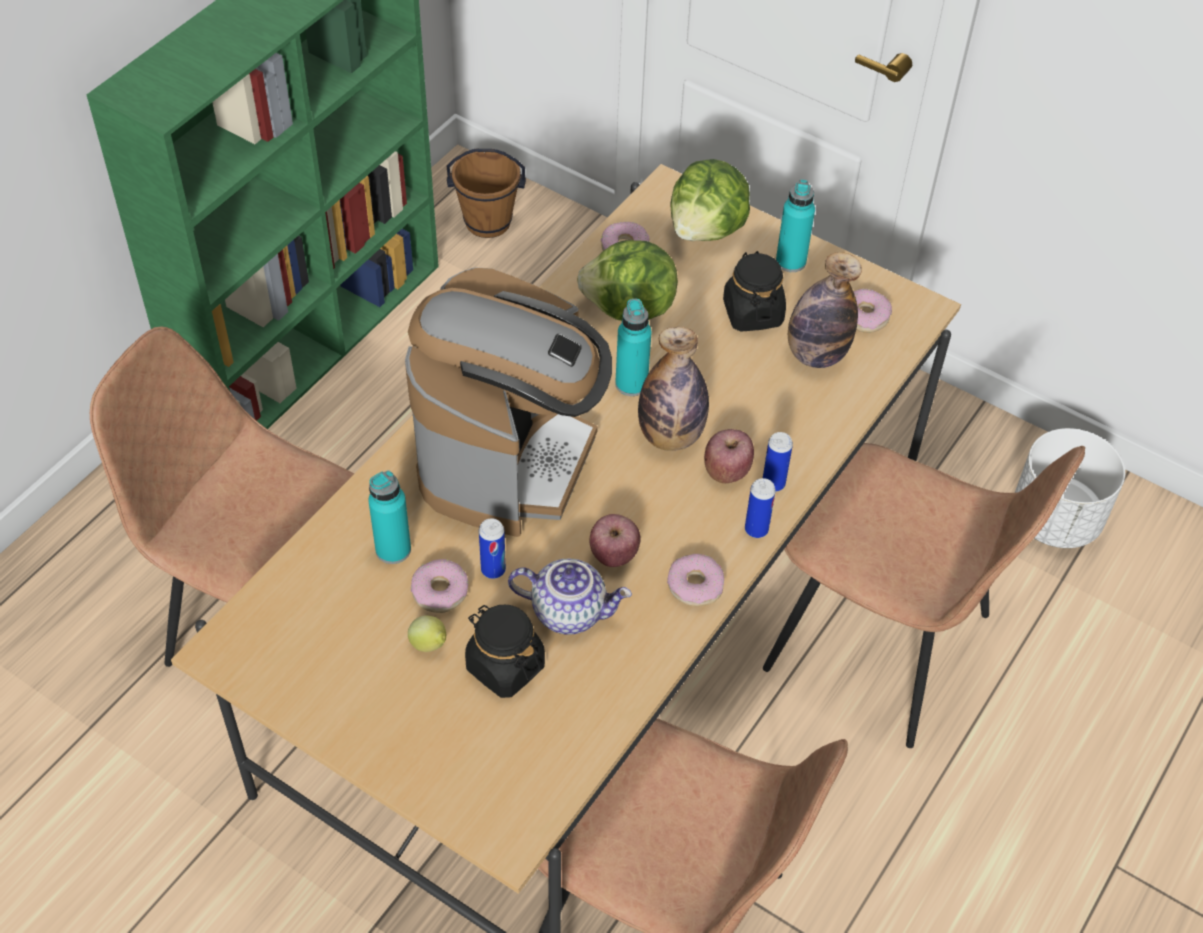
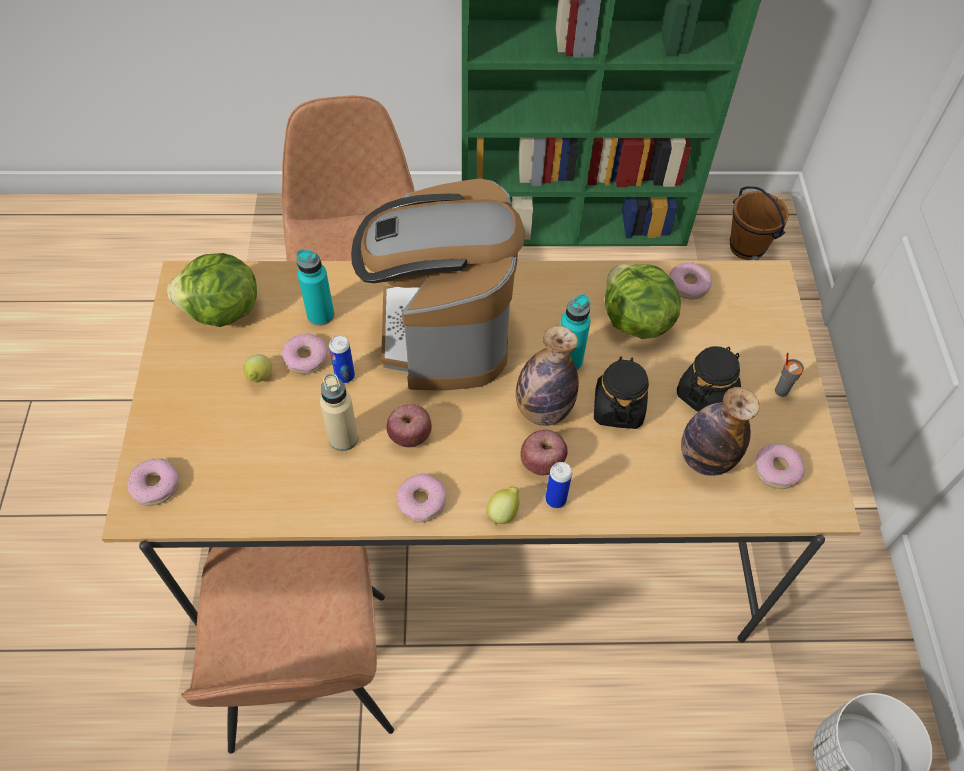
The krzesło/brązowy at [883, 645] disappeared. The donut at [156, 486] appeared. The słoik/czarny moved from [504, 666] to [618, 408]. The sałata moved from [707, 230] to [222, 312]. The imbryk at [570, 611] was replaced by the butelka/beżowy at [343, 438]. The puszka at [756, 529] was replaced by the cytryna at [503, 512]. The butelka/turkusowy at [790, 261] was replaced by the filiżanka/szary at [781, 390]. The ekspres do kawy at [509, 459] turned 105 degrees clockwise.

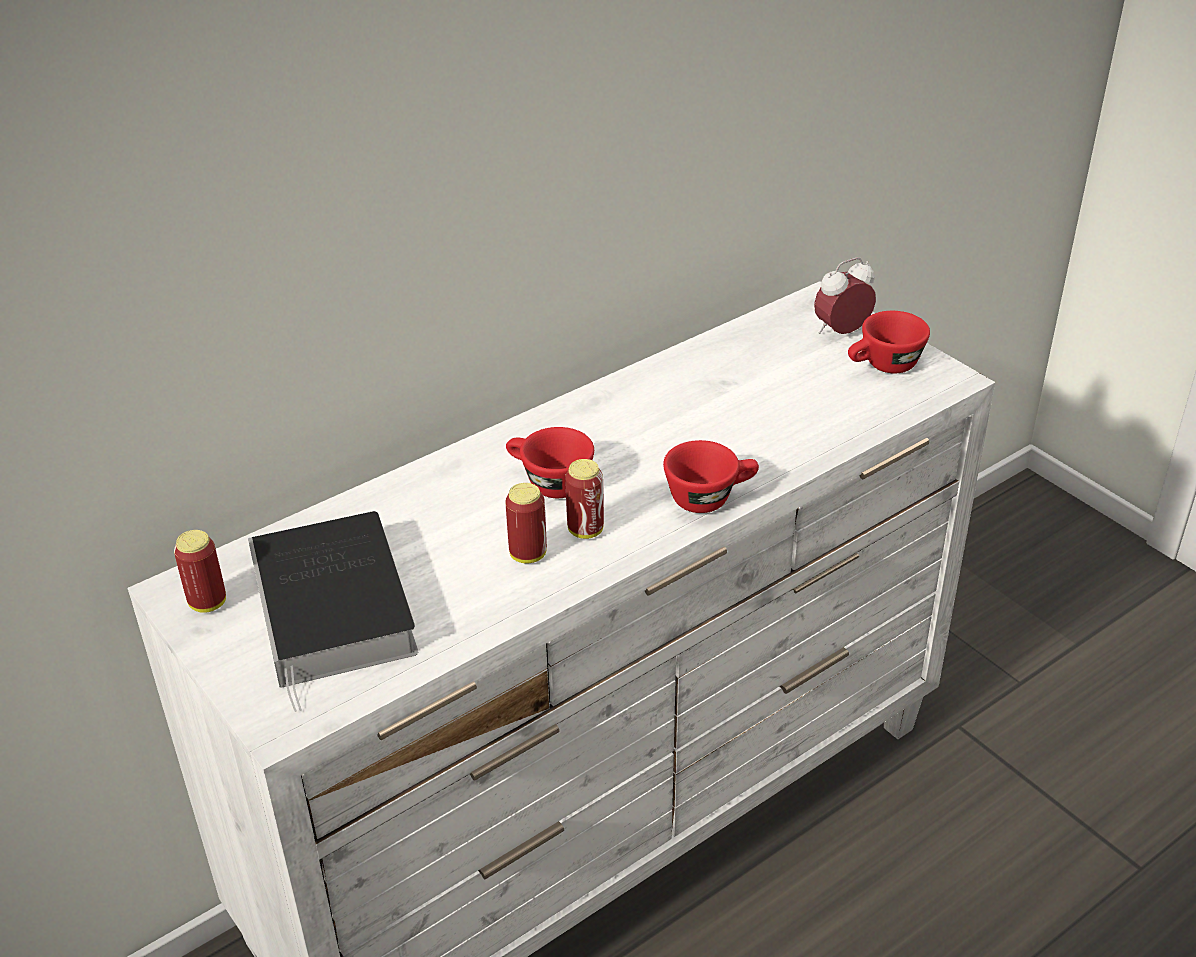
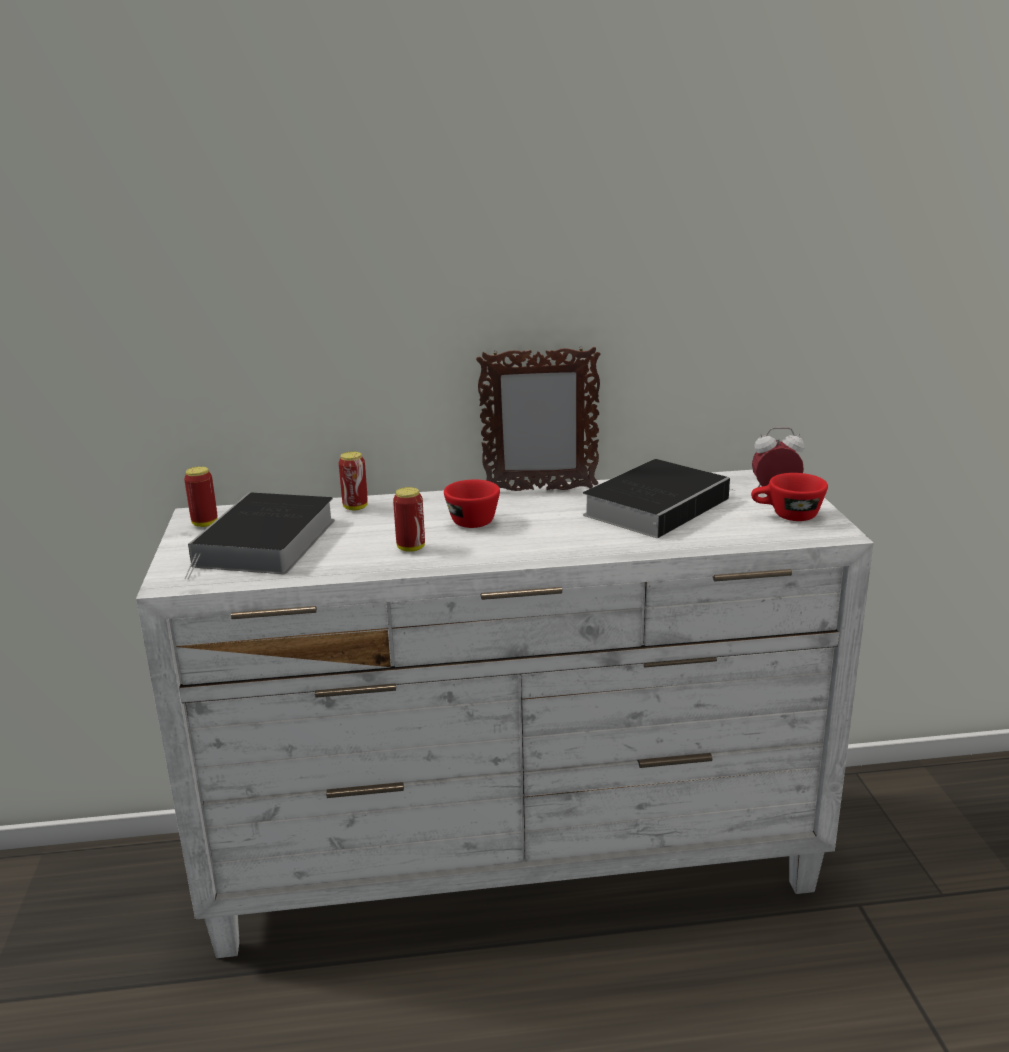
The filiżanka/czerwony at [710, 497] disappeared. The ramka na zdjęcie at [539, 490] appeared. The książka at [657, 505] appeared. The puszka moved from [585, 530] to [355, 507].

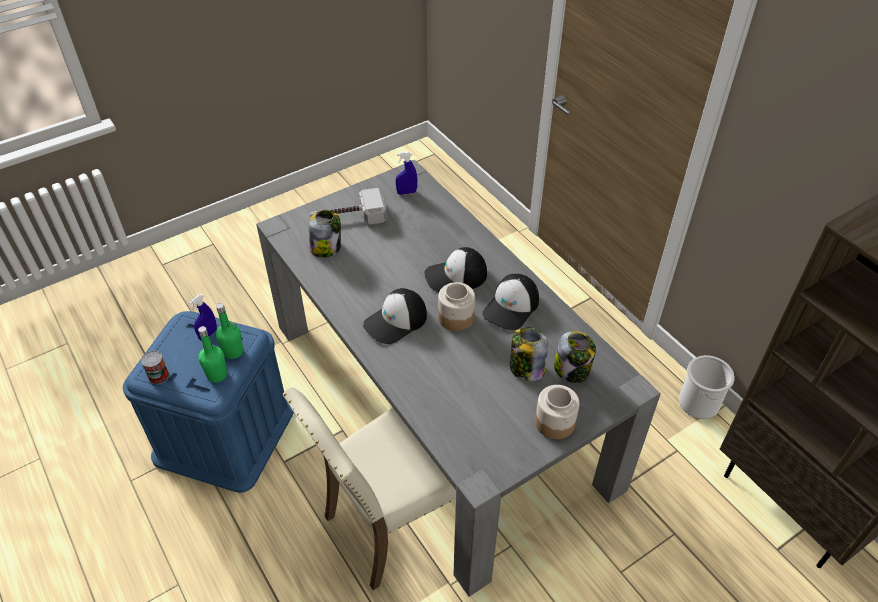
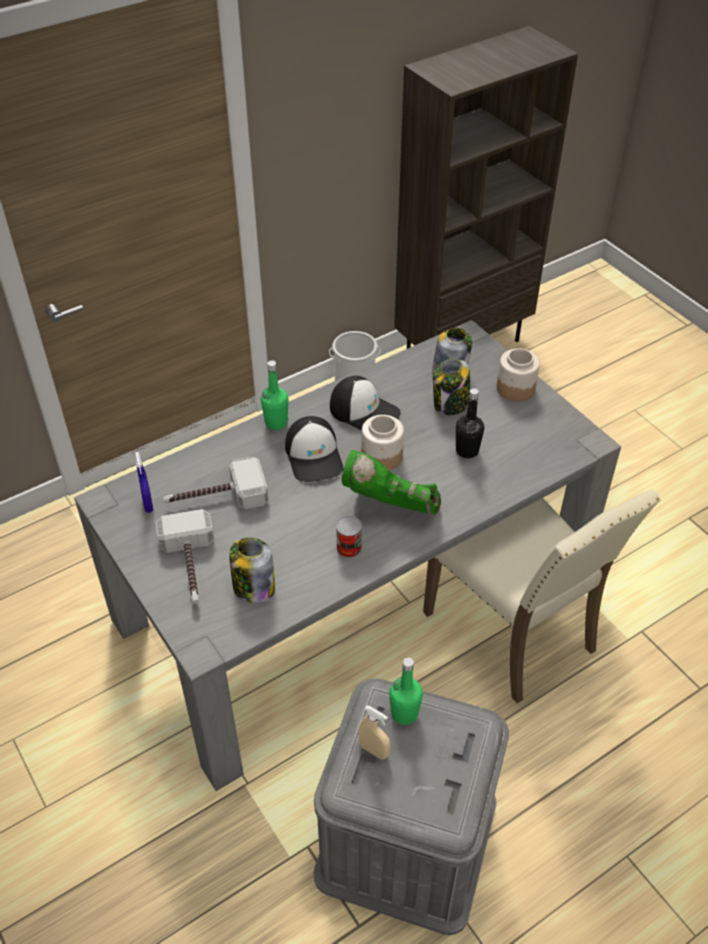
The młotek at [215, 498] appeared. The butelka/czarny at [467, 450] appeared. The puszka moved from [158, 376] to [349, 548]. The butelka/zielony moved from [217, 375] to [276, 422]. The czapka z daszkiem at [396, 321] was replaced by the but z cholewką/zielony at [388, 509]. The pojemnik do przechowywania/niebieski at [224, 433] became the pojemnik do przechowywania/szary at [406, 838]. The spryskiwacz/niebieski at [208, 334] became the spryskiwacz/beżowy at [374, 750].

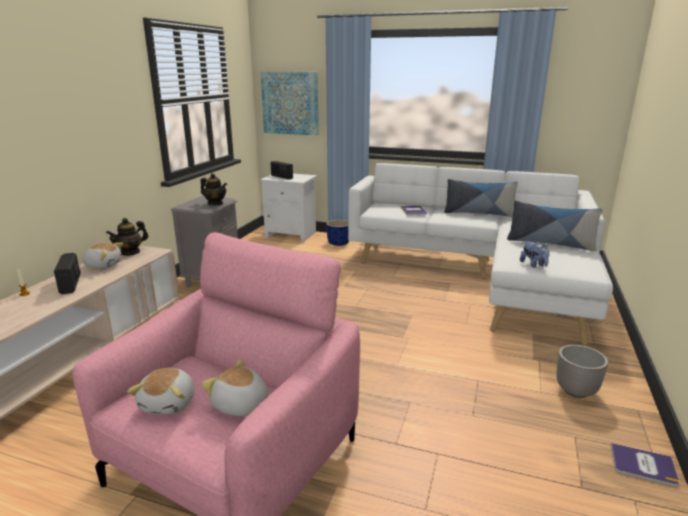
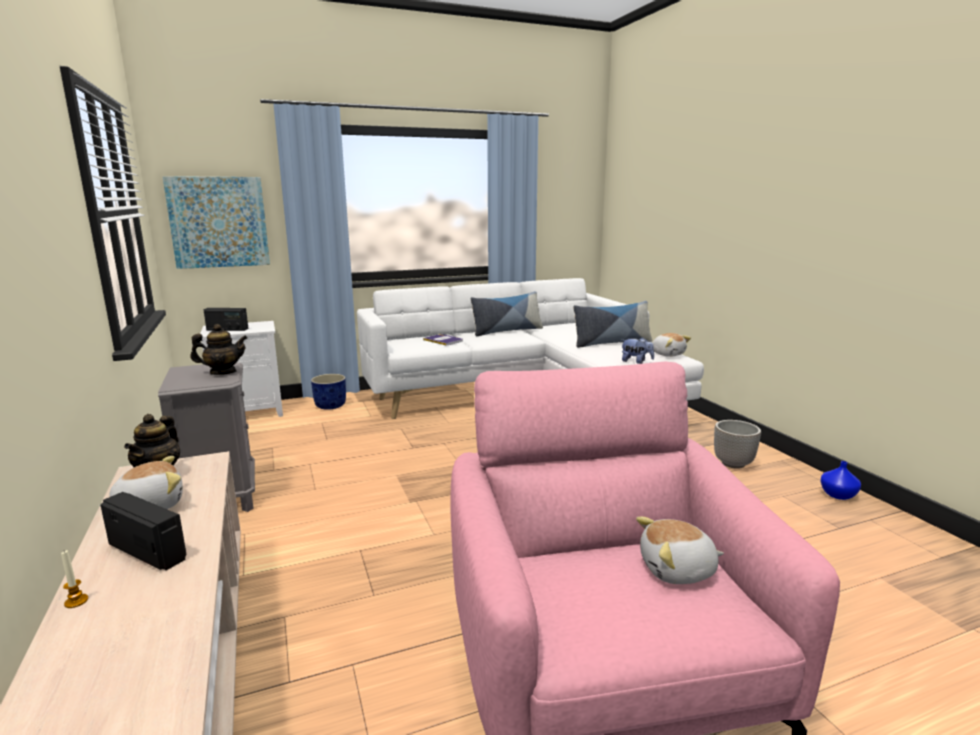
The pluszak moved from [169, 403] to [668, 354]. The książka at [643, 465] was replaced by the wazon/niebieski at [839, 495].

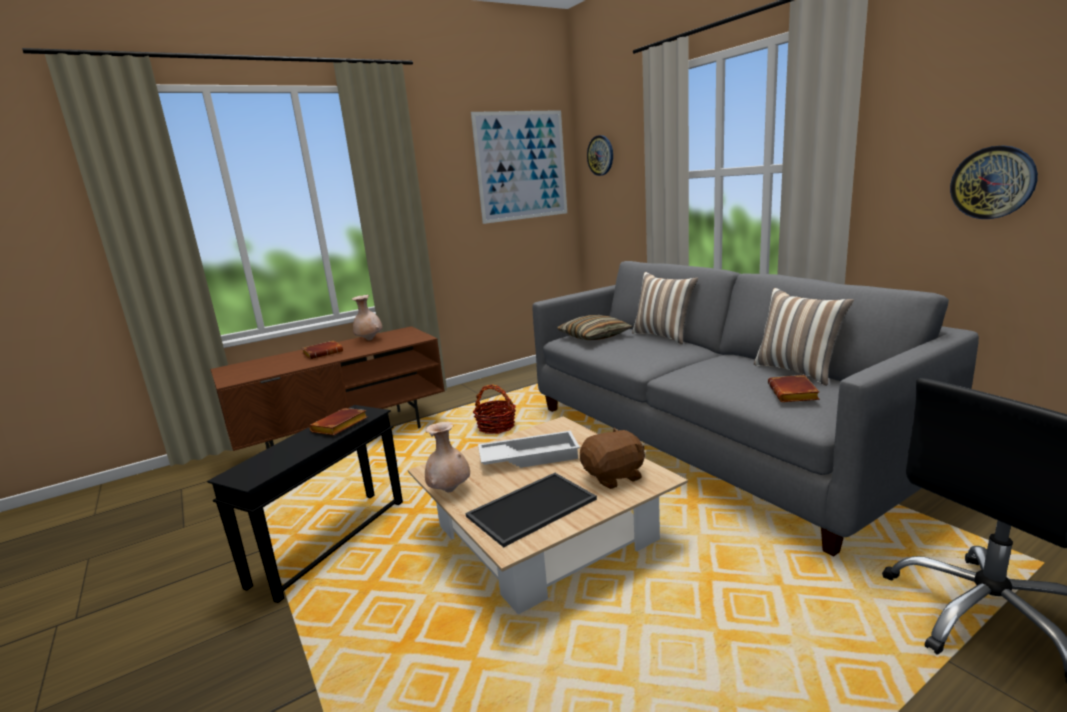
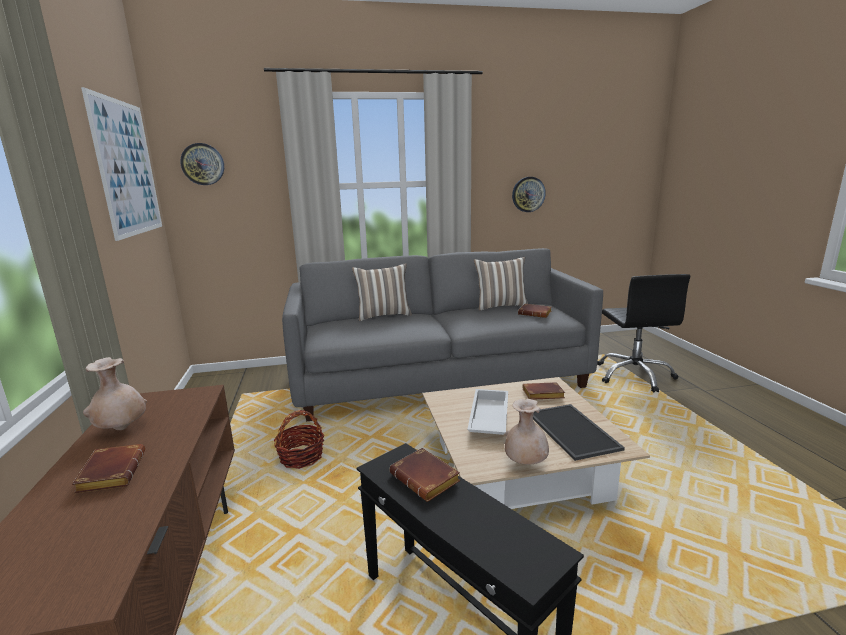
The poduszka at [594, 336] disappeared. The pluszak/brązowy at [614, 476] was replaced by the książka/brązowy at [542, 395].

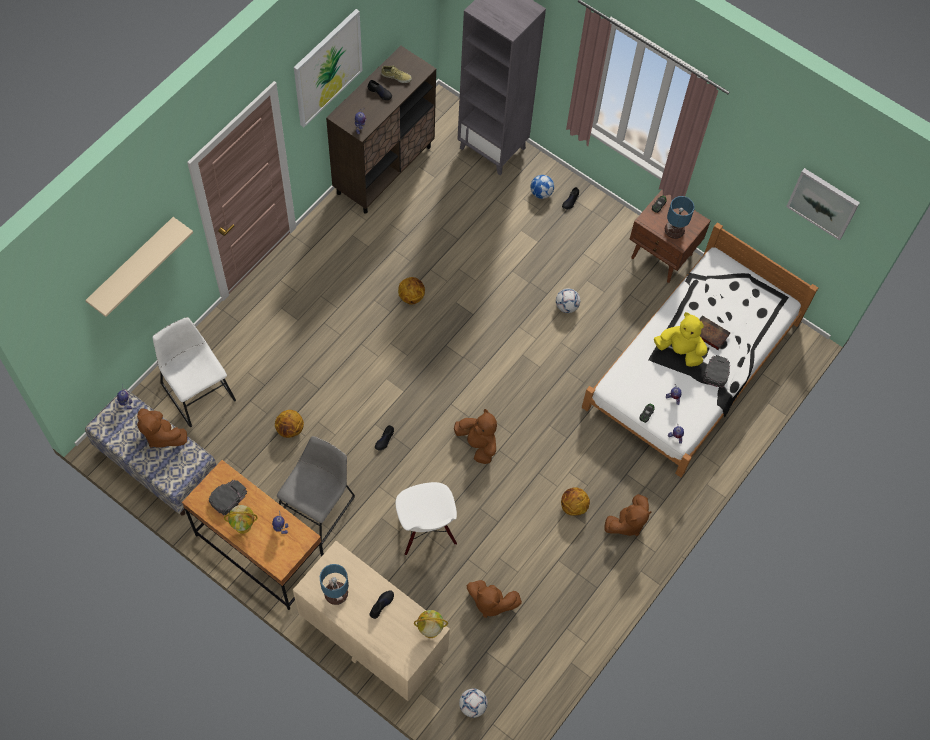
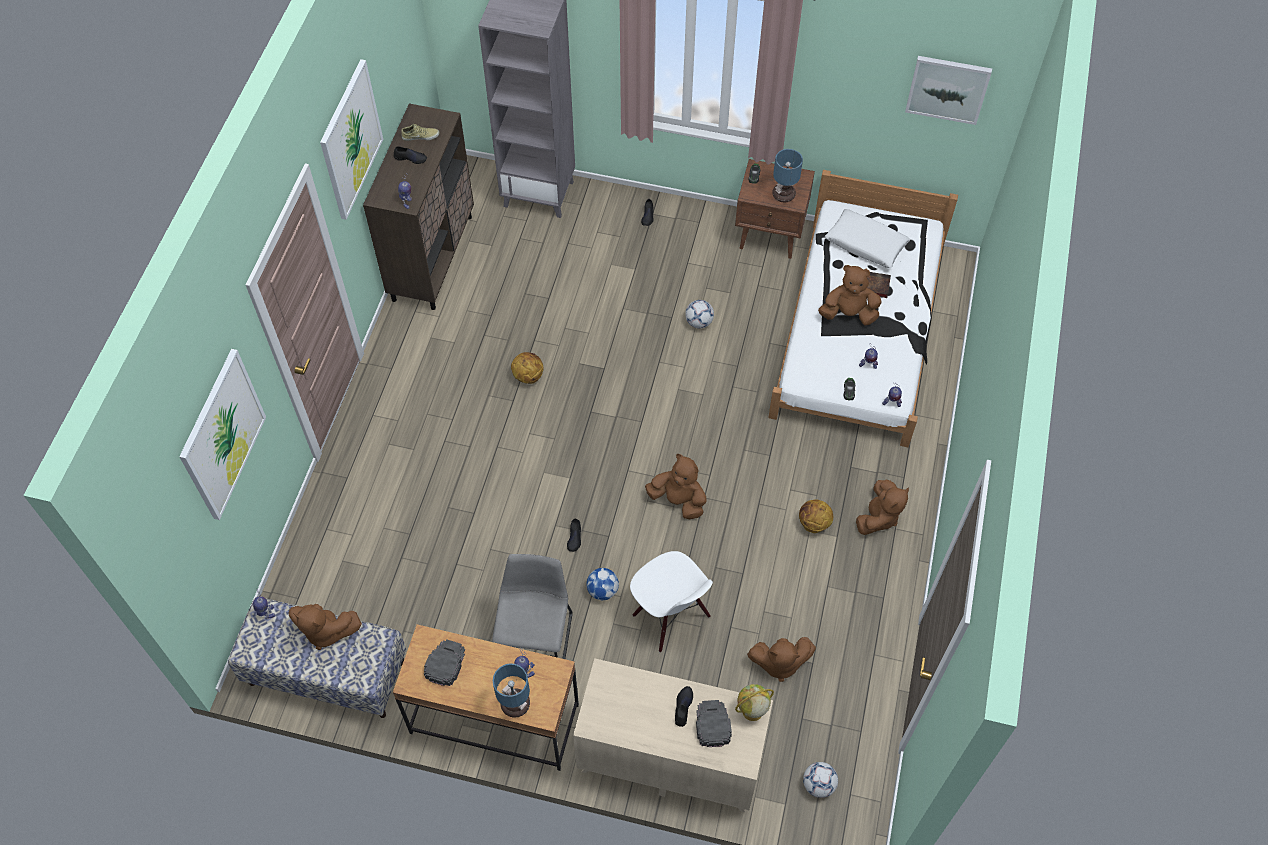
The krzesło/biały at [196, 389] disappeared. The globus at [243, 525] disappeared. The piłka do koszykówki at [290, 429] disappeared. The poduszka/biały at [865, 244] appeared. The lampa stołowa moved from [335, 593] to [514, 704]. The piłka futbolowa moved from [541, 193] to [602, 590]. The czapka z daszkiem/czarny moved from [716, 371] to [712, 724]. The półka/beżowy at [132, 265] was replaced by the obraz at [222, 435]. The pluszak/żółty at [680, 350] became the pluszak/brązowy at [848, 314].

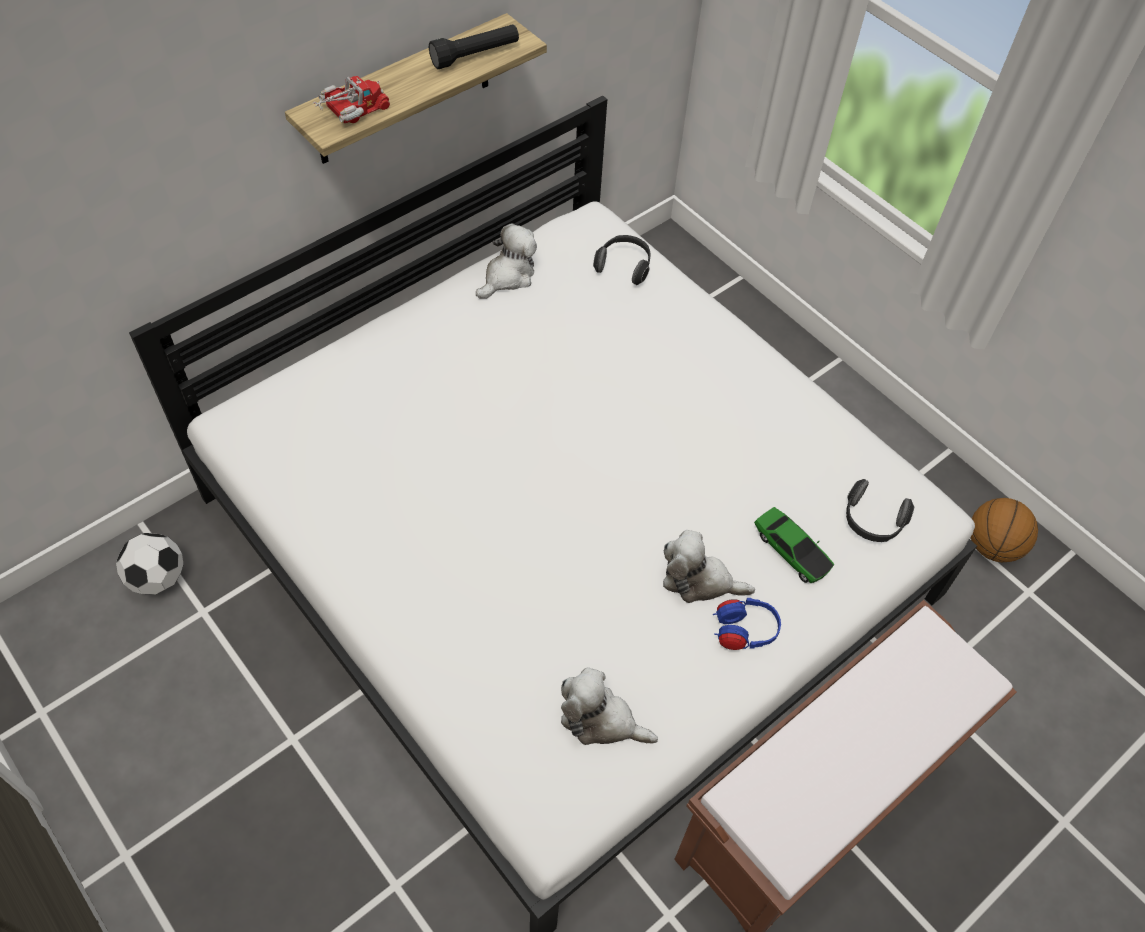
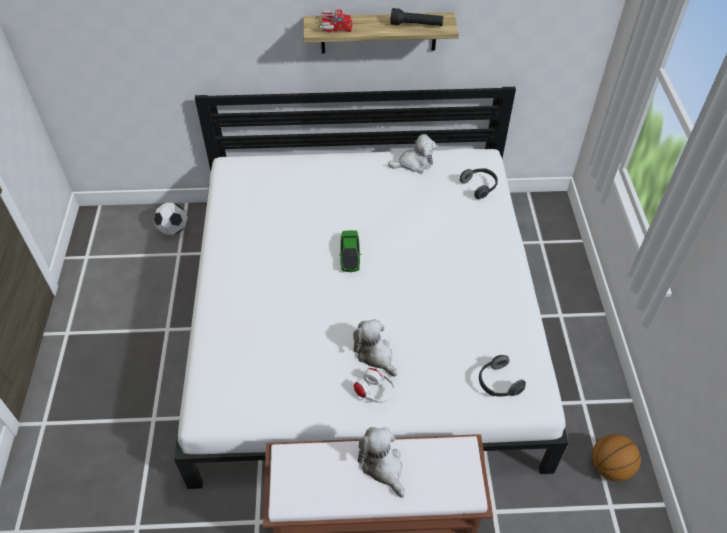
The pluszak moved from [601, 720] to [383, 466]. The samochodzik moved from [791, 551] to [350, 255]. The słuchawki/niebieski at [743, 632] became the słuchawki/biały at [374, 392].

